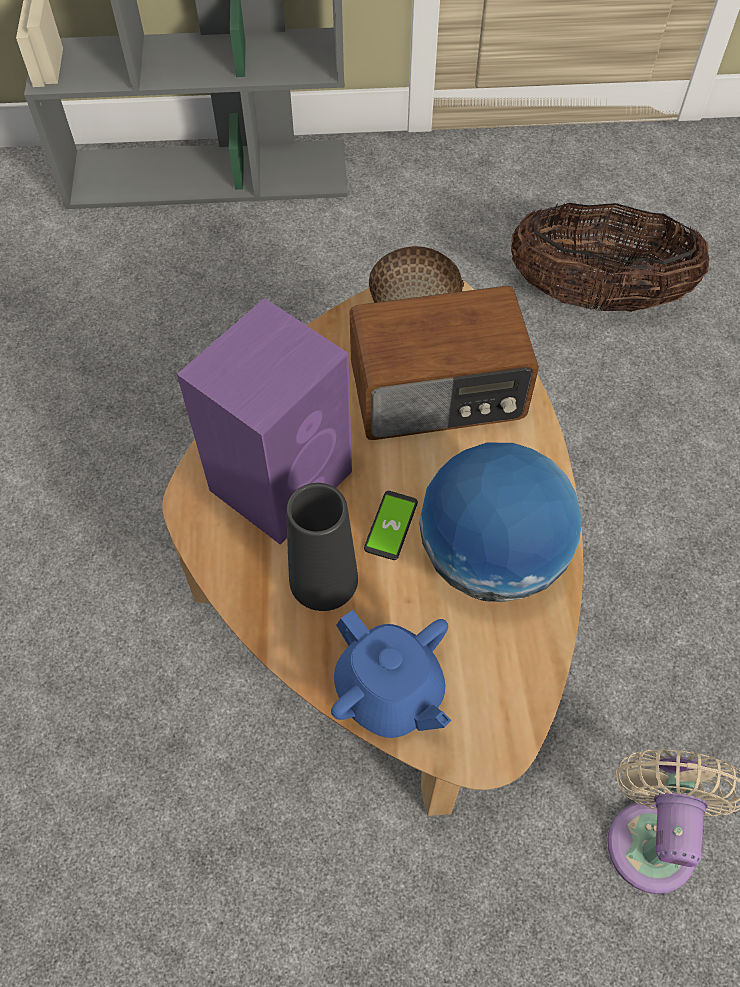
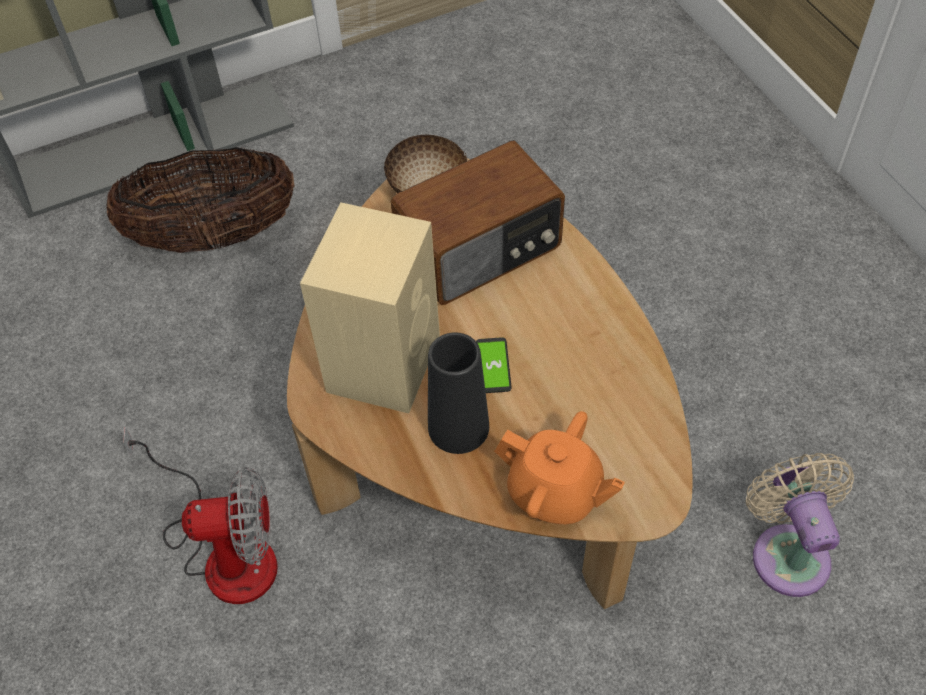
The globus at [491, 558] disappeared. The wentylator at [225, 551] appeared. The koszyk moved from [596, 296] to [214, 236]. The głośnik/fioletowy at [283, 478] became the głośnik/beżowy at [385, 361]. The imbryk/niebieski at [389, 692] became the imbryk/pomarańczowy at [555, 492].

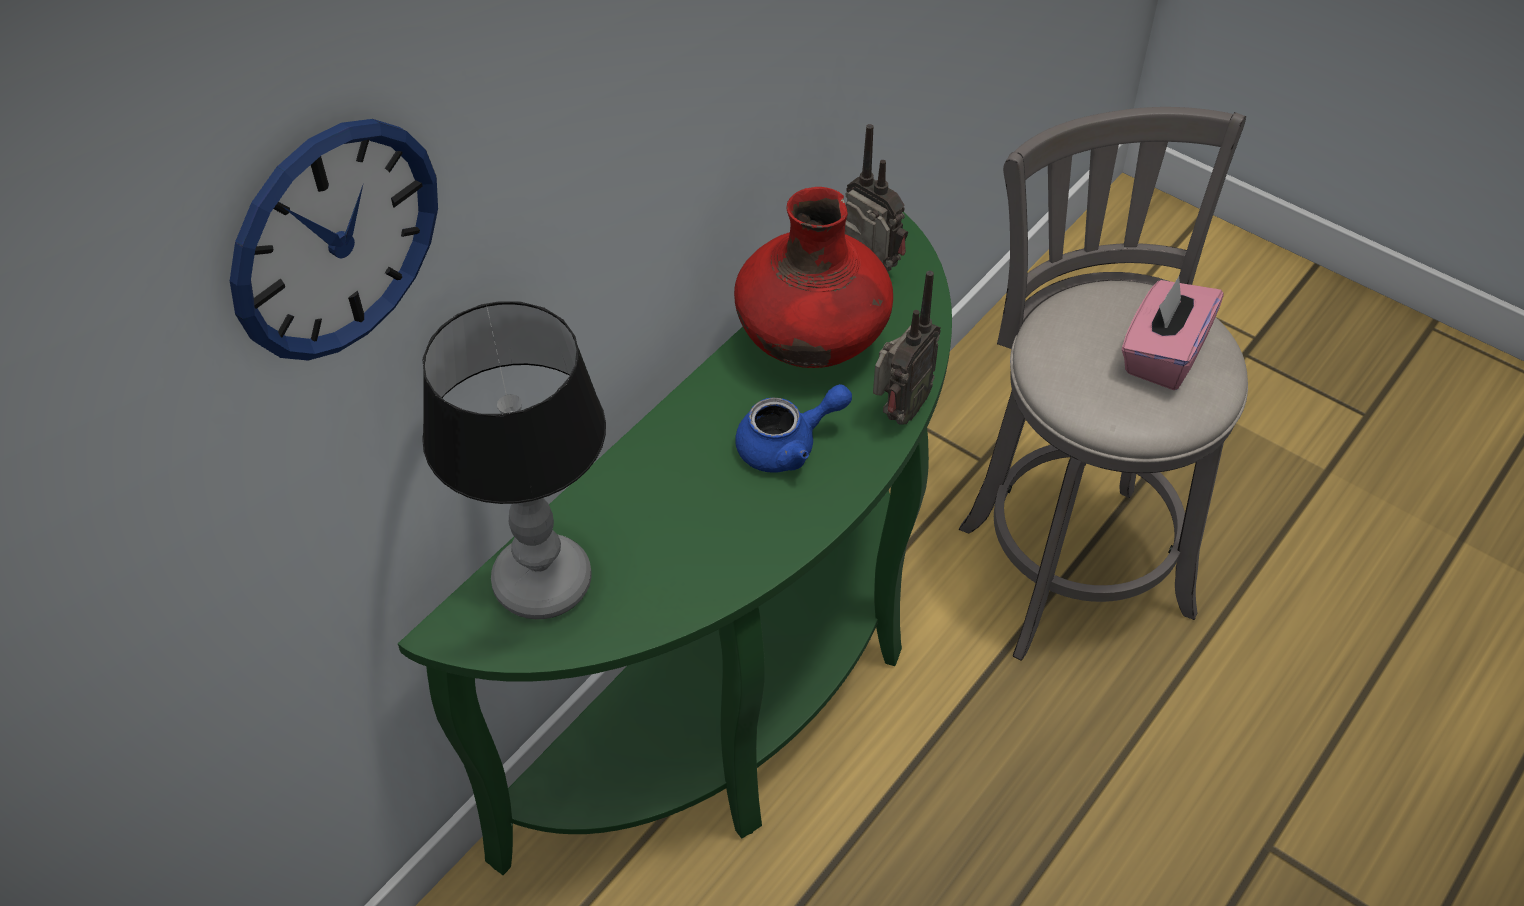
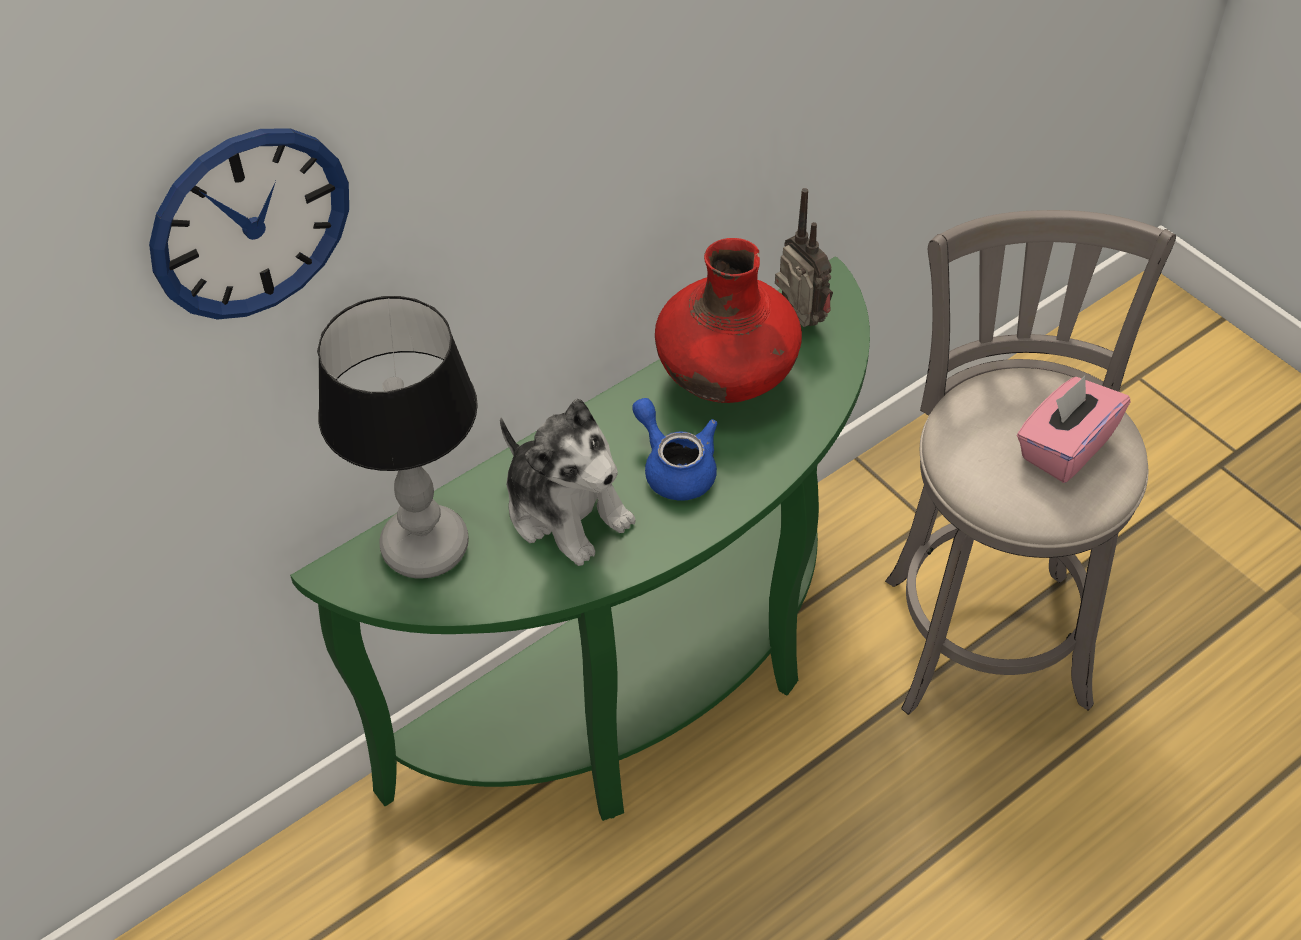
The radio at [899, 412] disappeared. The pluszak at [566, 510] appeared. The imbryk/niebieski at [788, 445] turned 120 degrees counterclockwise.

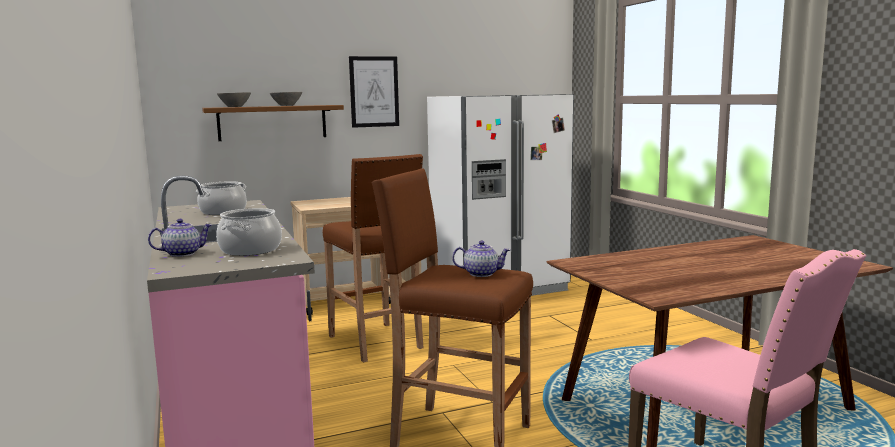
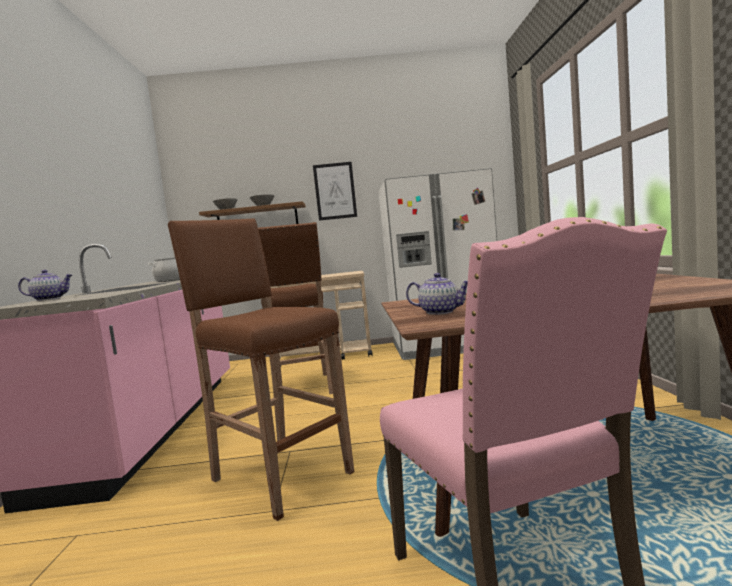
The garnek at [250, 250] disappeared. The imbryk moved from [481, 273] to [440, 312].

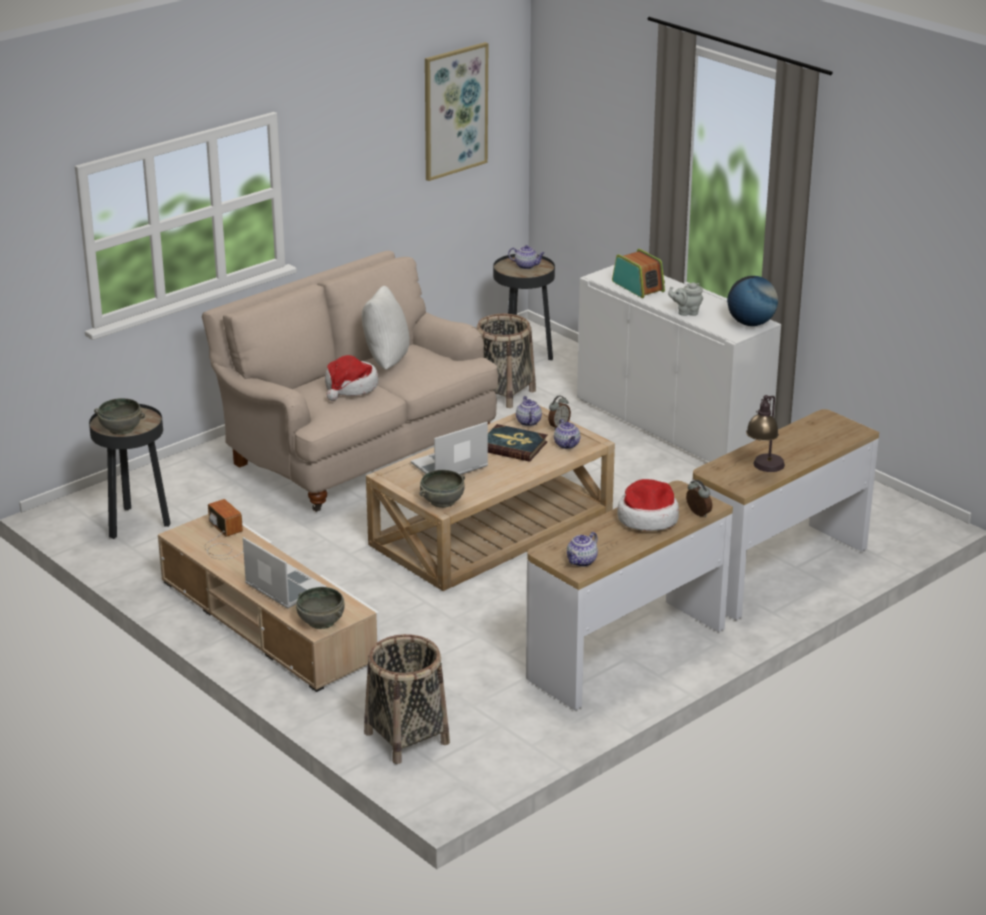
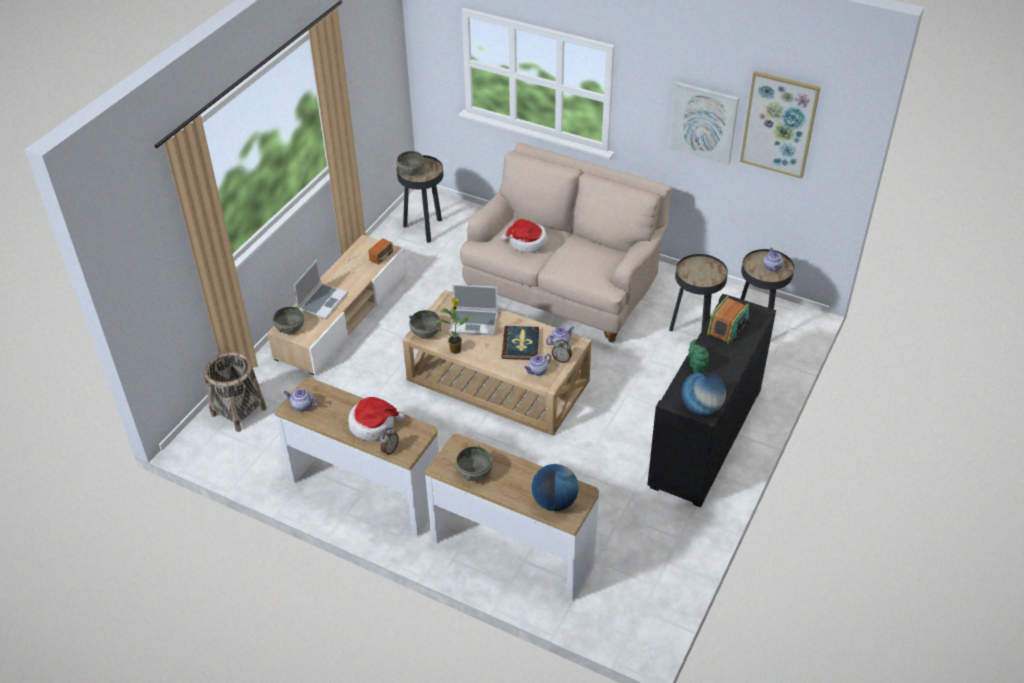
The poduszka/biały at [385, 361] disappeared. The roślina doniczkowa at [456, 349] appeared. The globus at [554, 502] appeared. The obraz at [704, 122] appeared. The koszyk at [503, 393] was replaced by the stolik/czarny at [693, 333]. The lampa stołowa at [764, 469] was replaced by the miska/szary at [475, 473]. The szafka/biały at [672, 425] became the szafka/czarny at [706, 437]. The imbryk/szary at [686, 312] became the imbryk/zielony at [697, 366]. The laptop at [449, 466] turned 150 degrees clockwise.

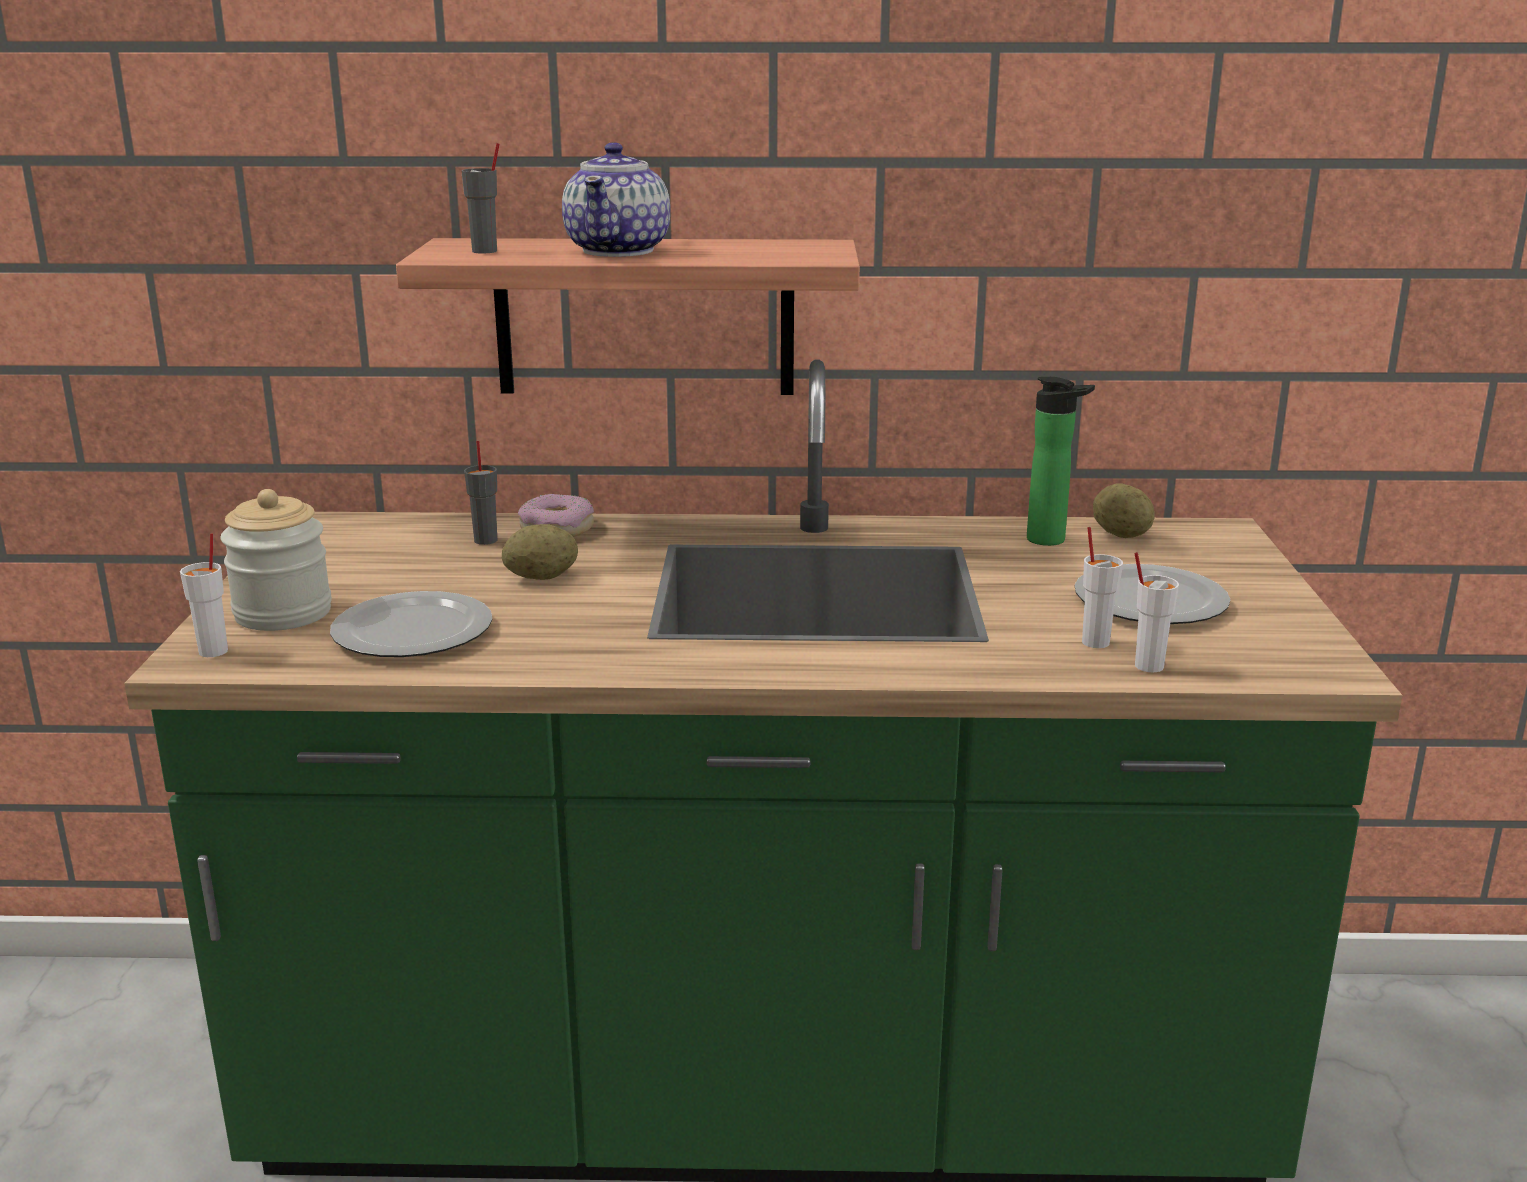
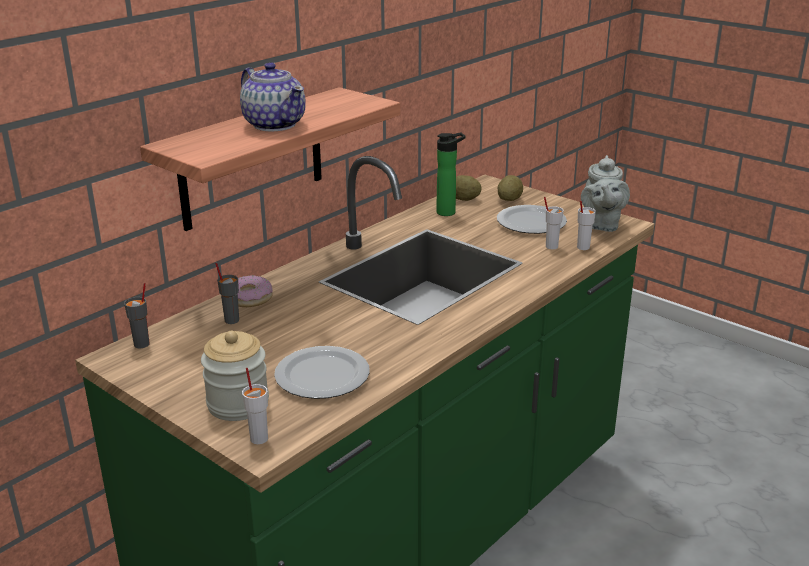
The imbryk/szary at [601, 225] appeared. The filiżanka/szary moved from [485, 251] to [142, 344]. The ziemniak moved from [541, 578] to [509, 200].

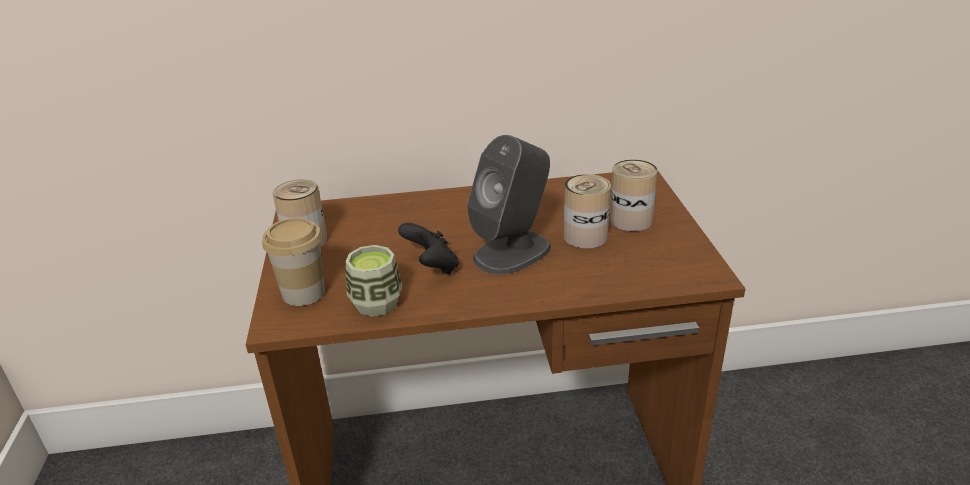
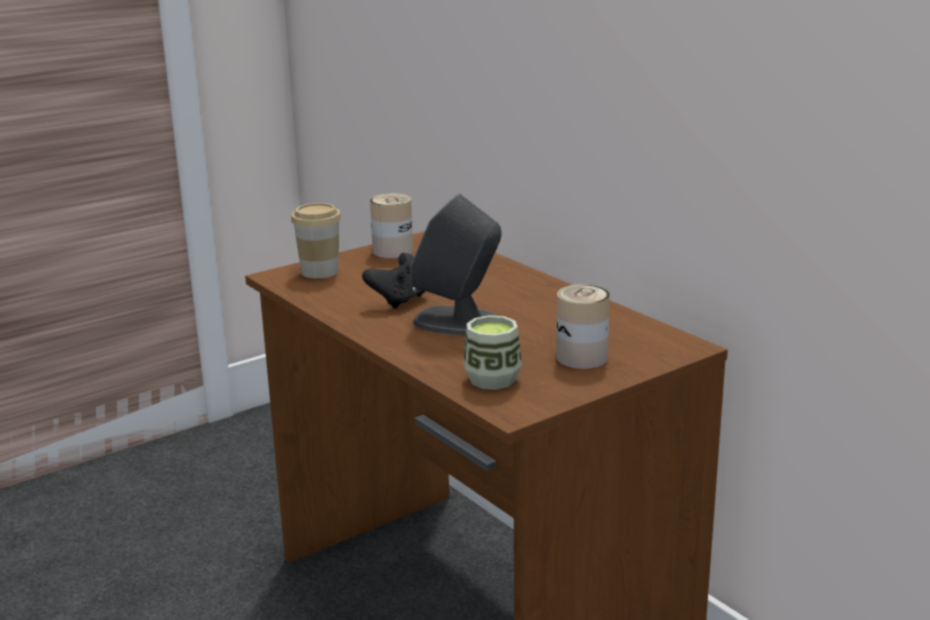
The puszka at [585, 236] disappeared. The filiżanka moved from [376, 303] to [492, 379].

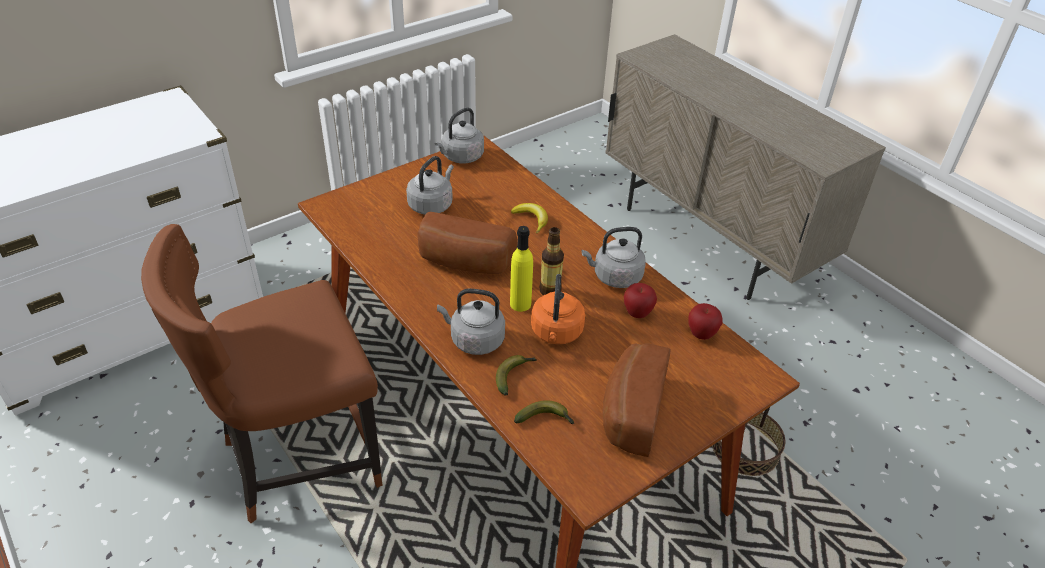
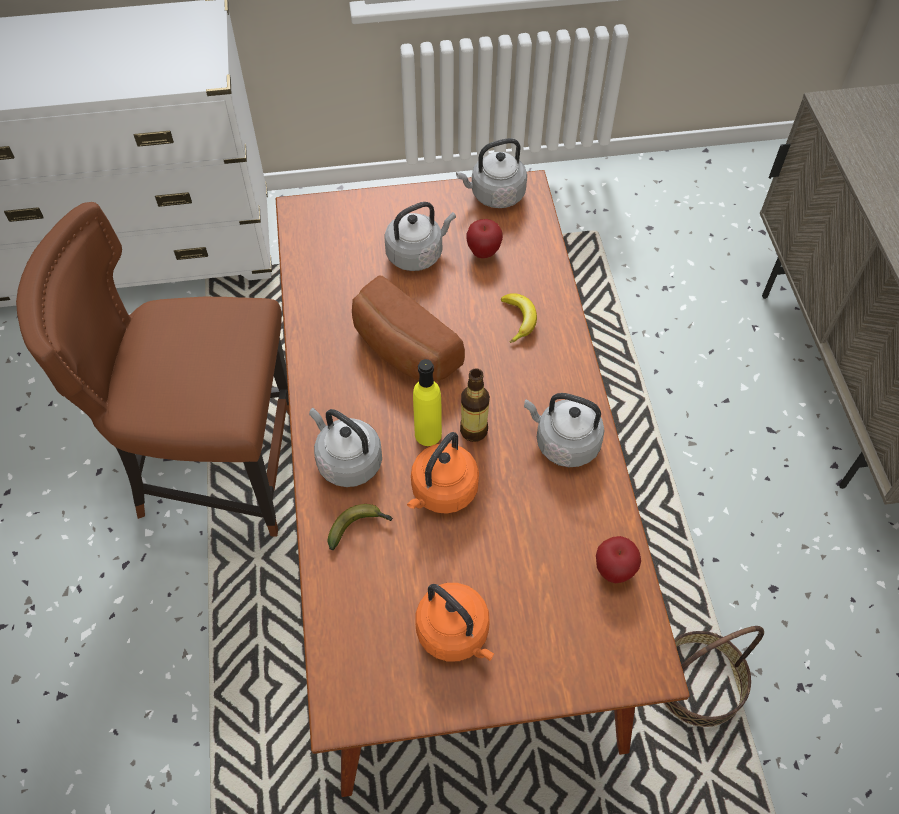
The banan at [546, 419] disappeared. The jabłko moved from [637, 313] to [483, 252]. The chleb at [630, 411] was replaced by the czajnik/pomarańczowy at [455, 634].

